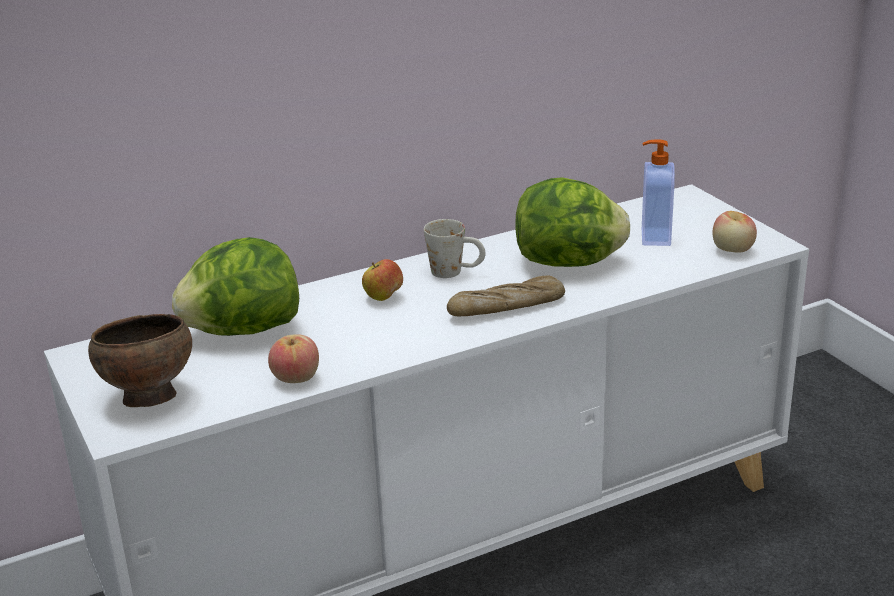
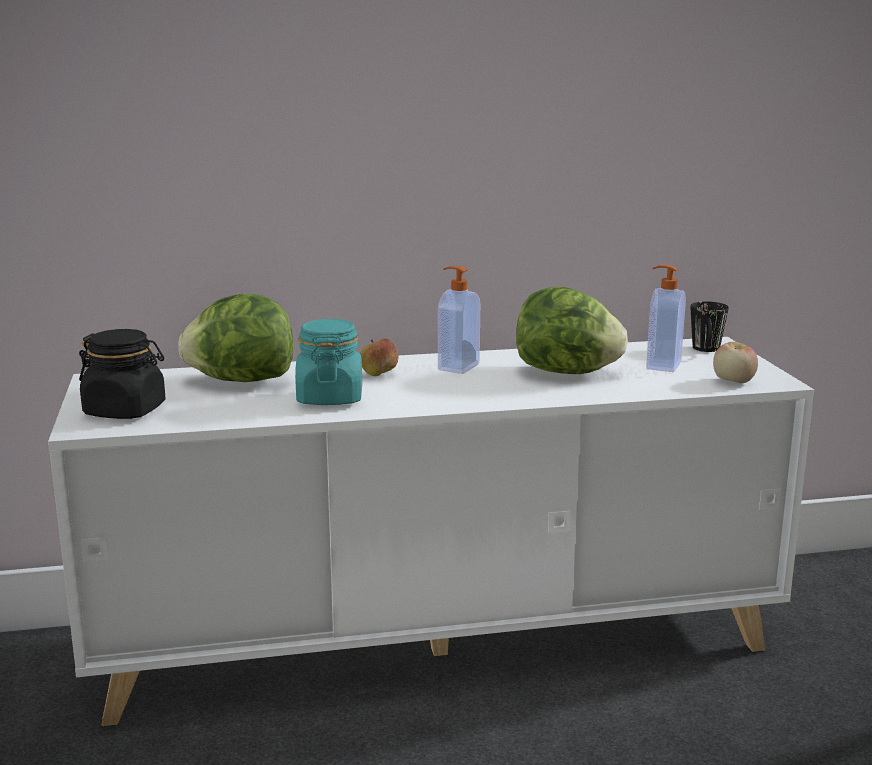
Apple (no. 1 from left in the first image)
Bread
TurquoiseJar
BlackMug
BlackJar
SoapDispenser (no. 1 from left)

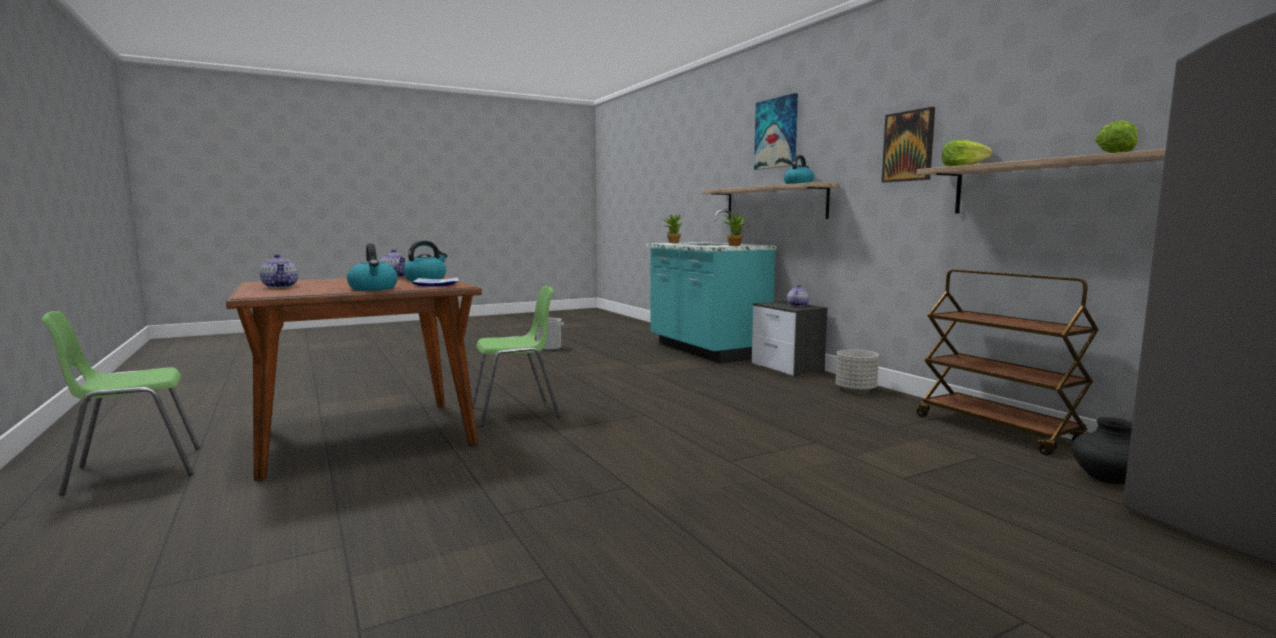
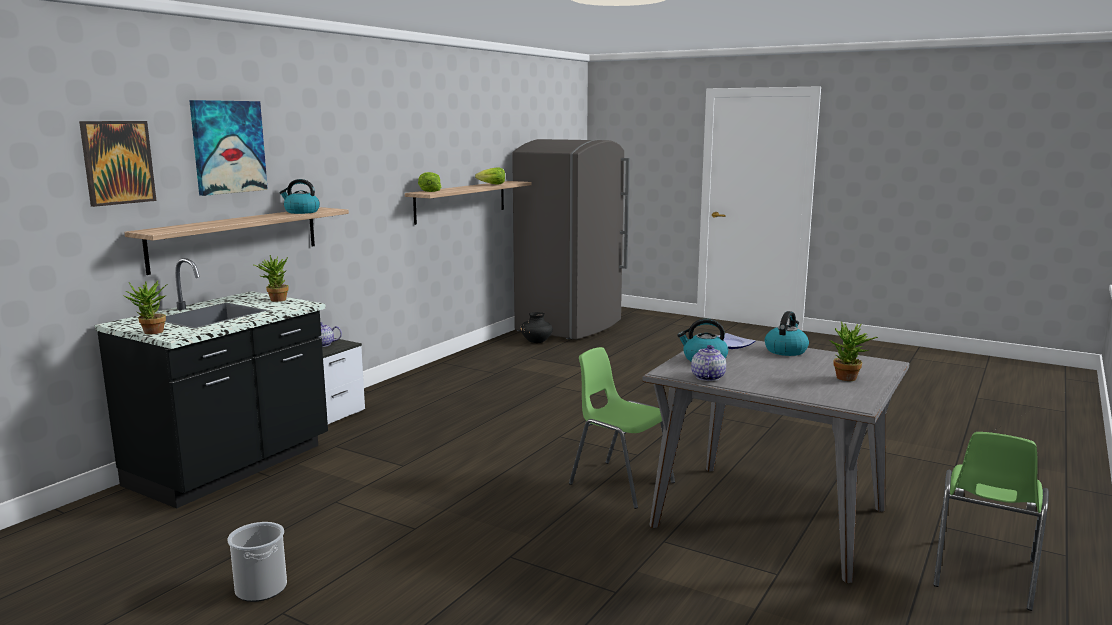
GreyPlanter
BrownCart
Picture (no. 1 from left)
PottedPlant (no. 3 from left)
GreyDiningTable
BlackCounter
GreenChair (no. 2 from left)

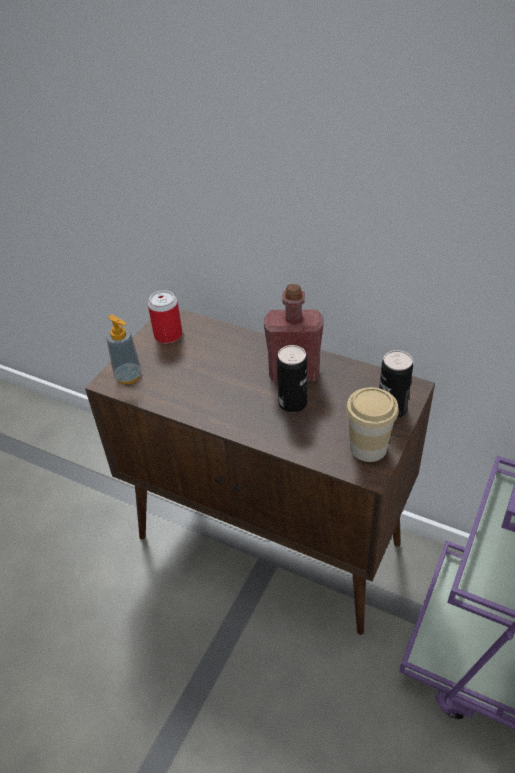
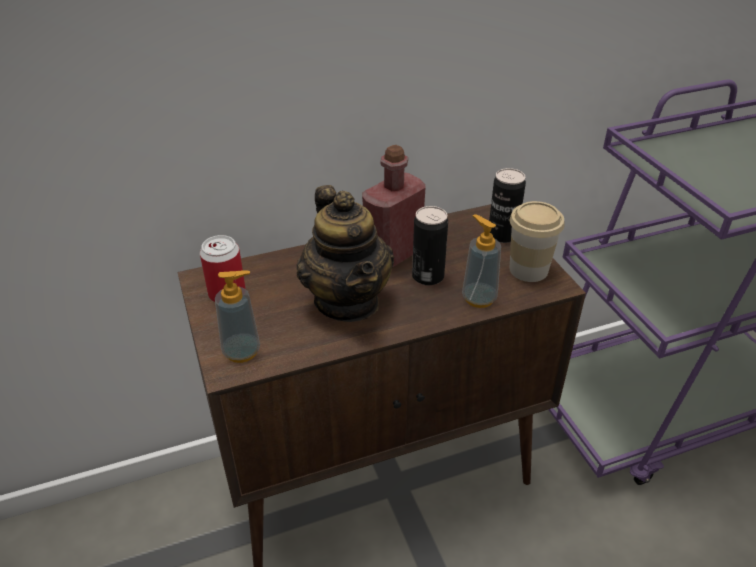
Teapot
SoapDispenser (no. 2 from left)

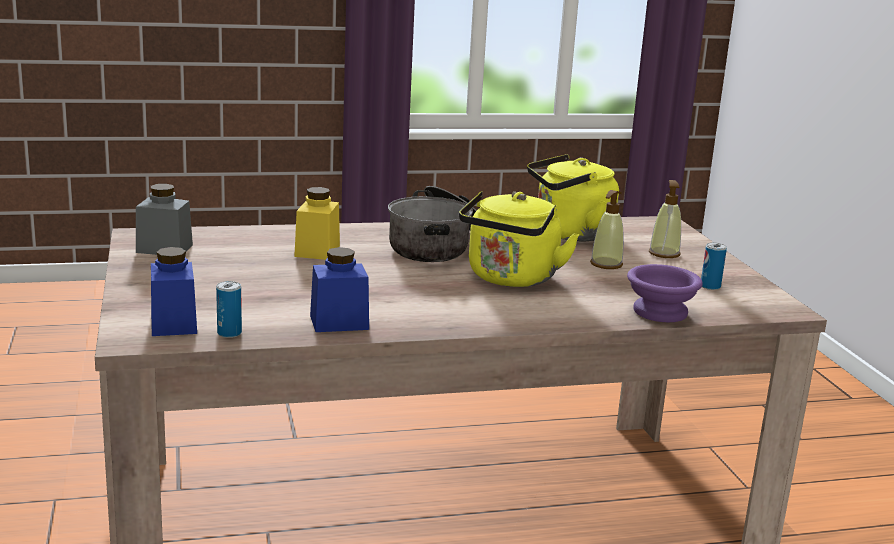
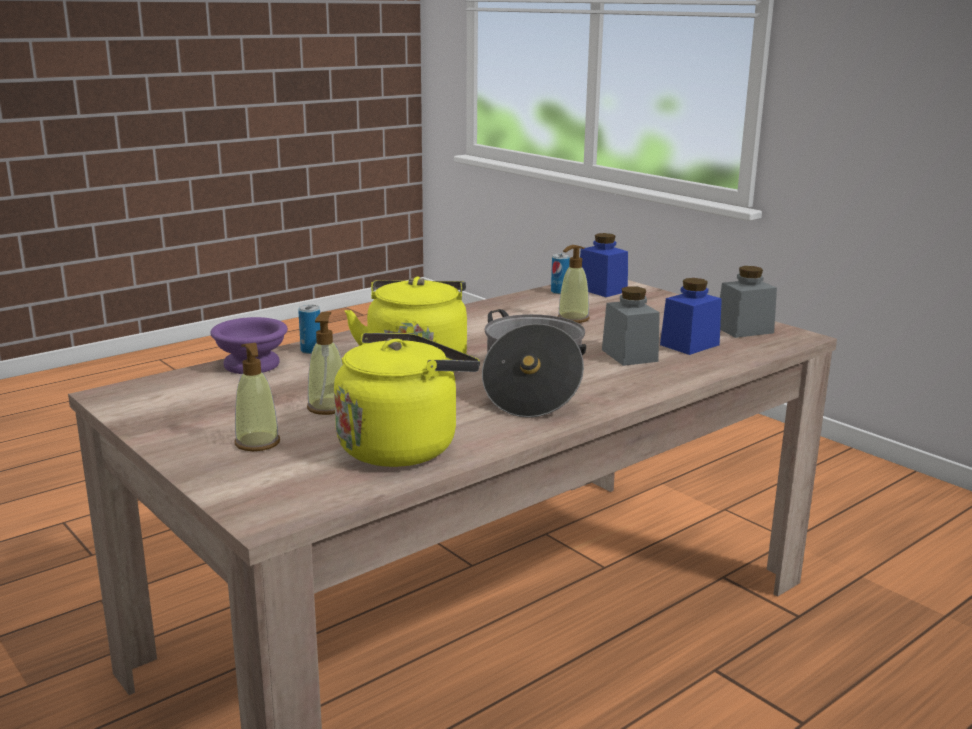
SoapDispenser (no. 3 from left)
BlueJar (no. 2 from left)
Can (no. 1 from left)
GreyJar (no. 1 from left)

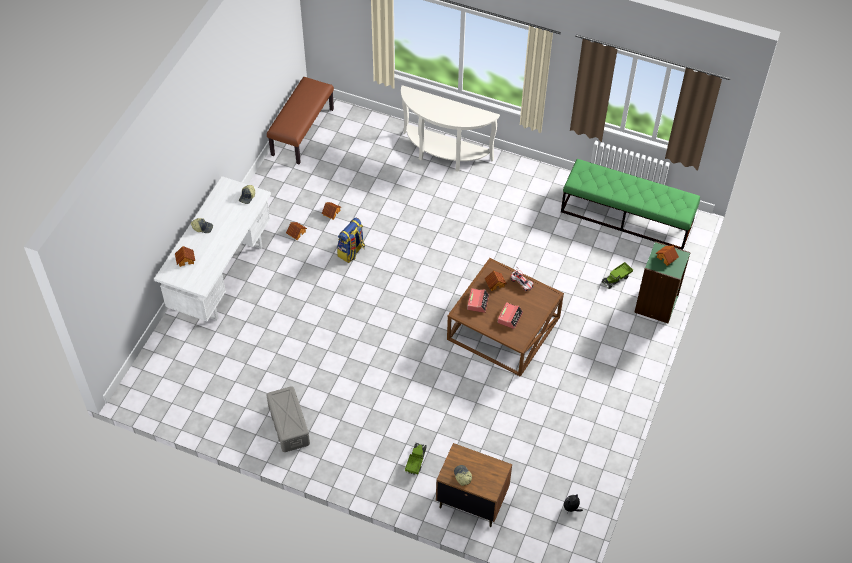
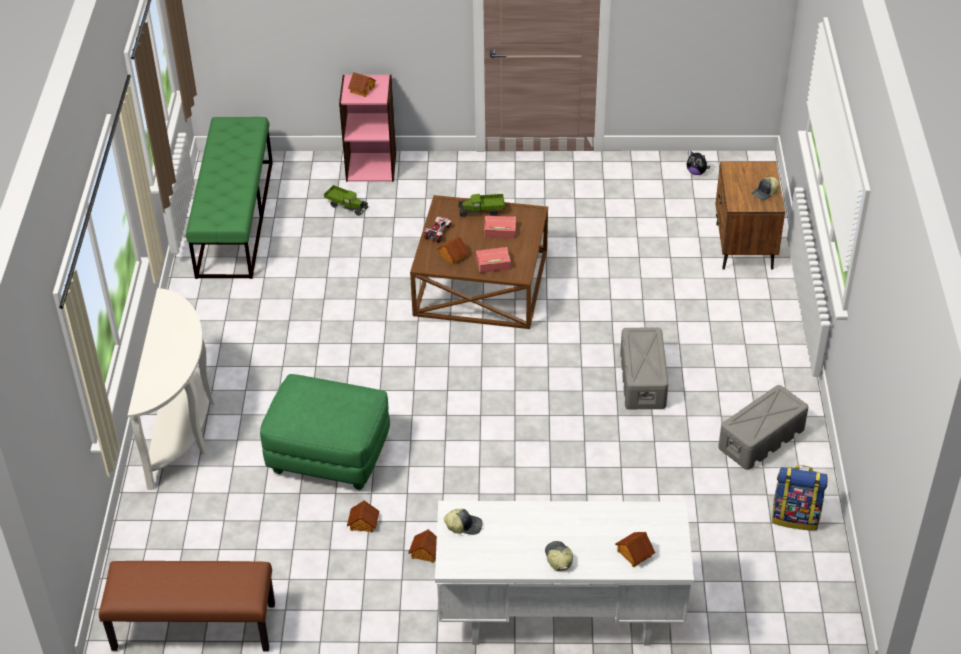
GreenOttoman
GreyStorageBox (no. 1 from left)
Backpack
ToyTruck (no. 2 from left)
PinkBookcase

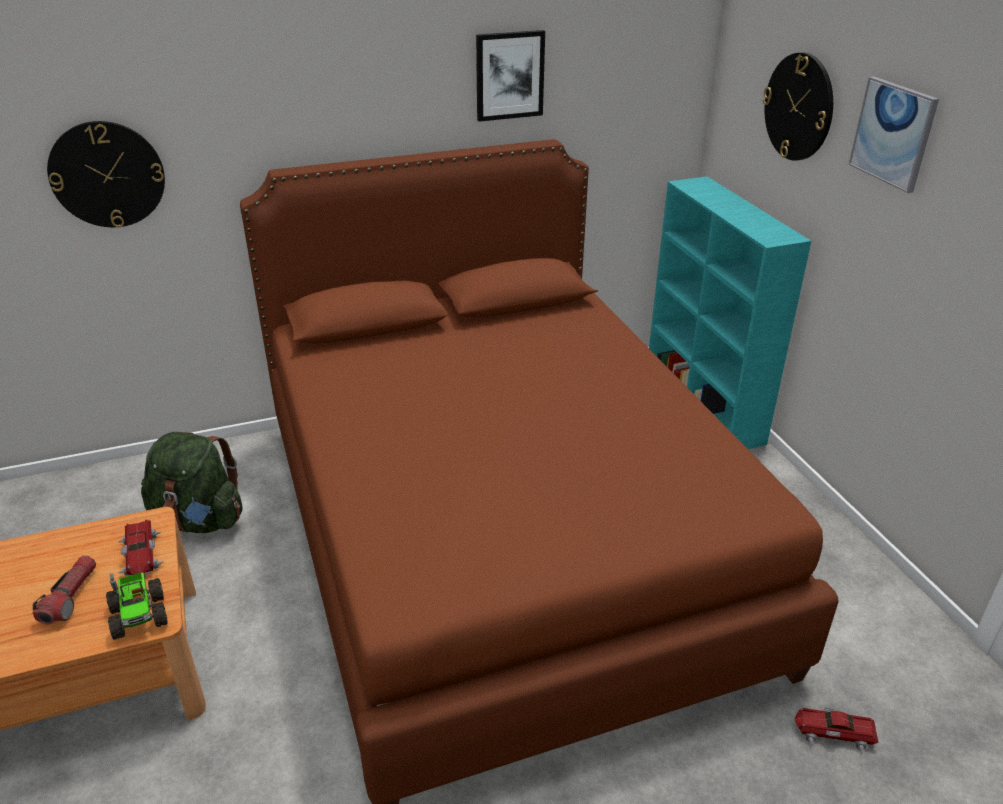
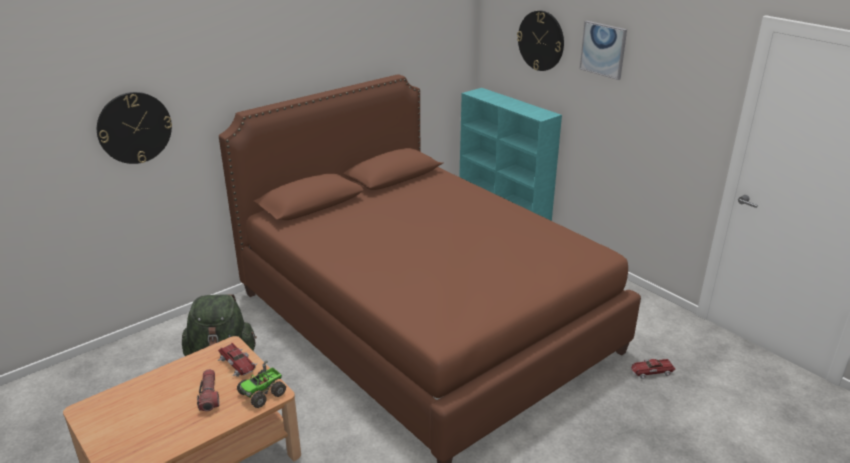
Picture (no. 1 from left in the first image)
ToyTruck

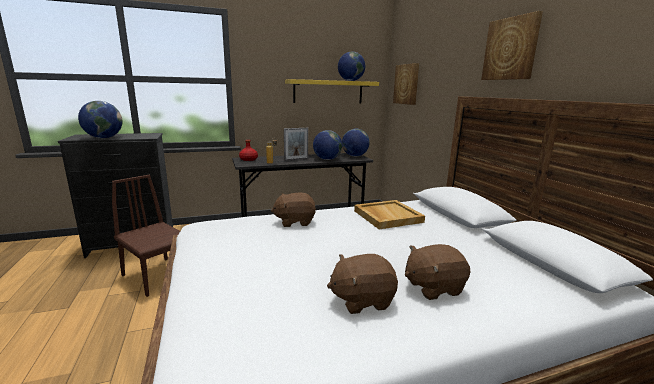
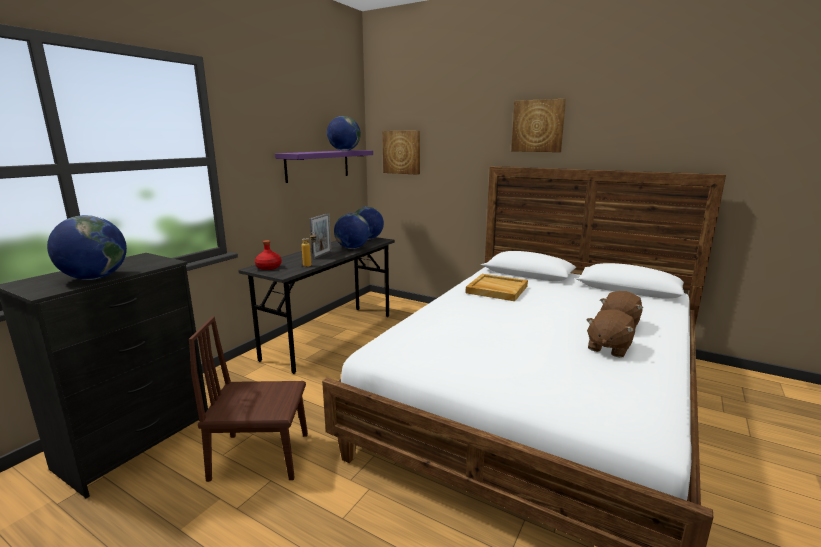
BrownPlushToy (no. 1 from left in the first image)
PurpleShelf

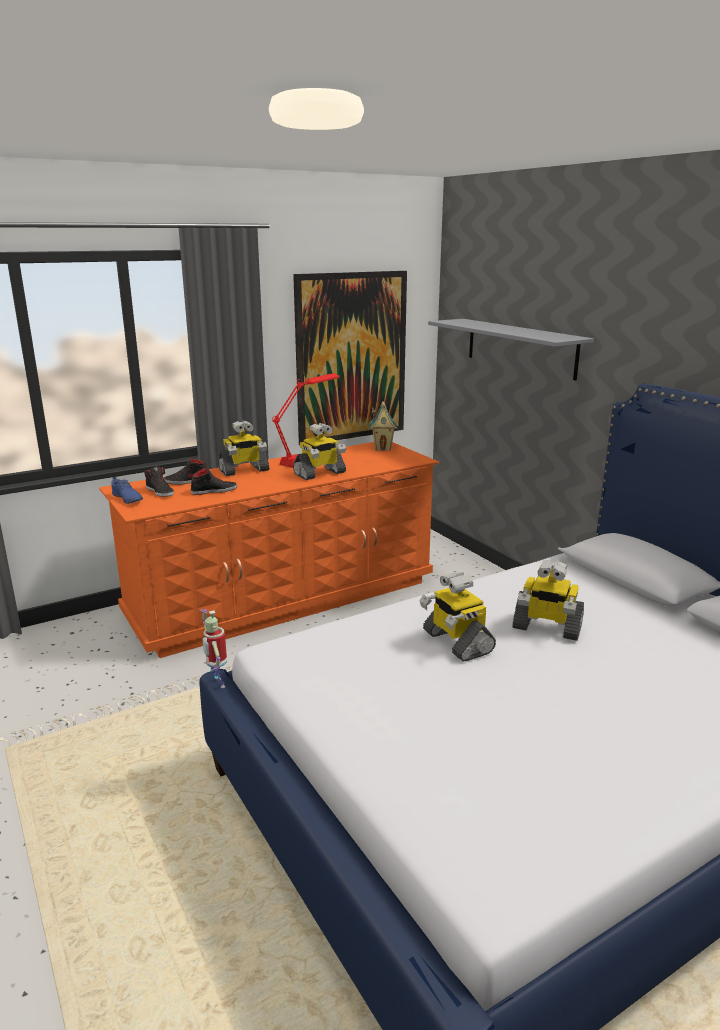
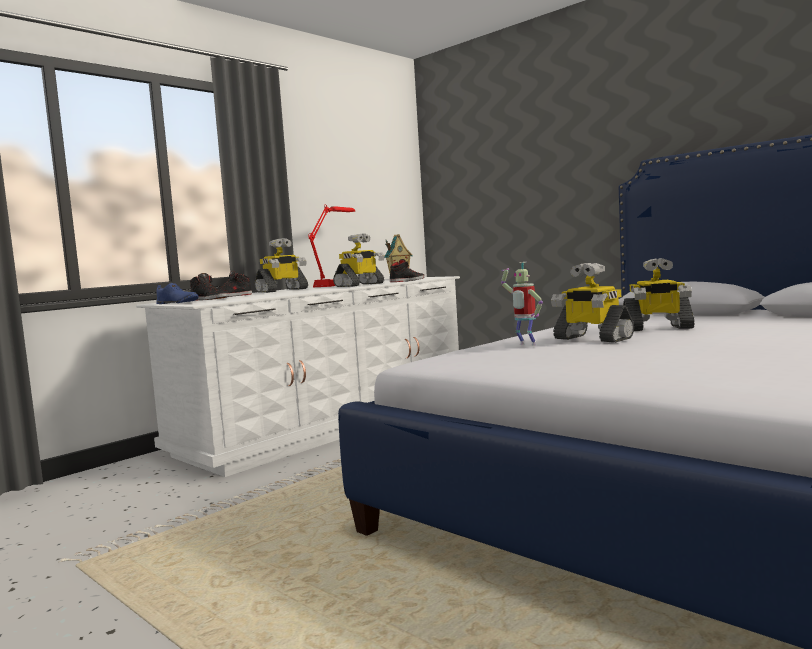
Picture
GreyShelf
BlackShoe (no. 3 from left)
ToyRobot (no. 3 from left)
WhiteDresser

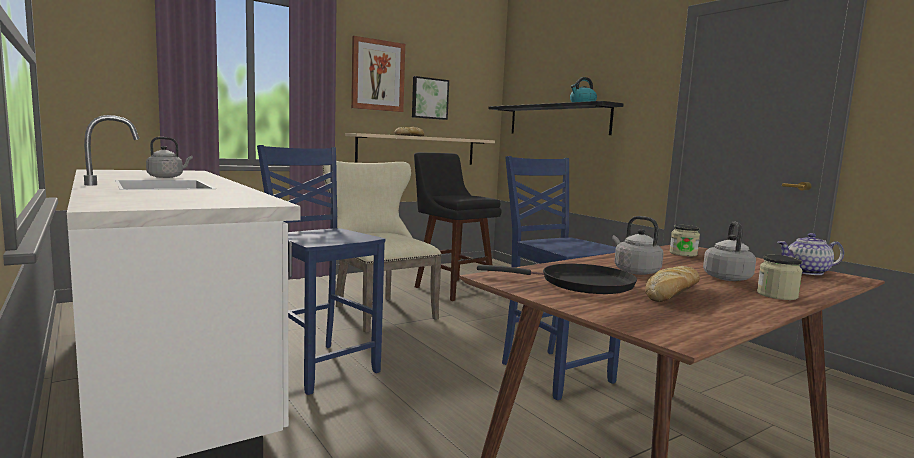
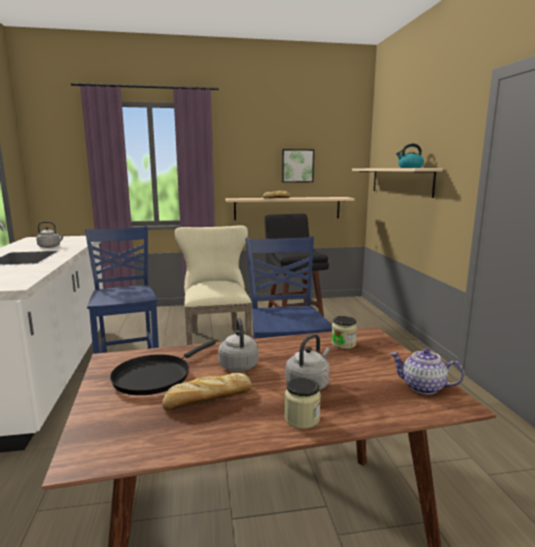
Picture (no. 1 from left in the first image)
BeigeShelf (no. 2 from left)
BlackFryingPan

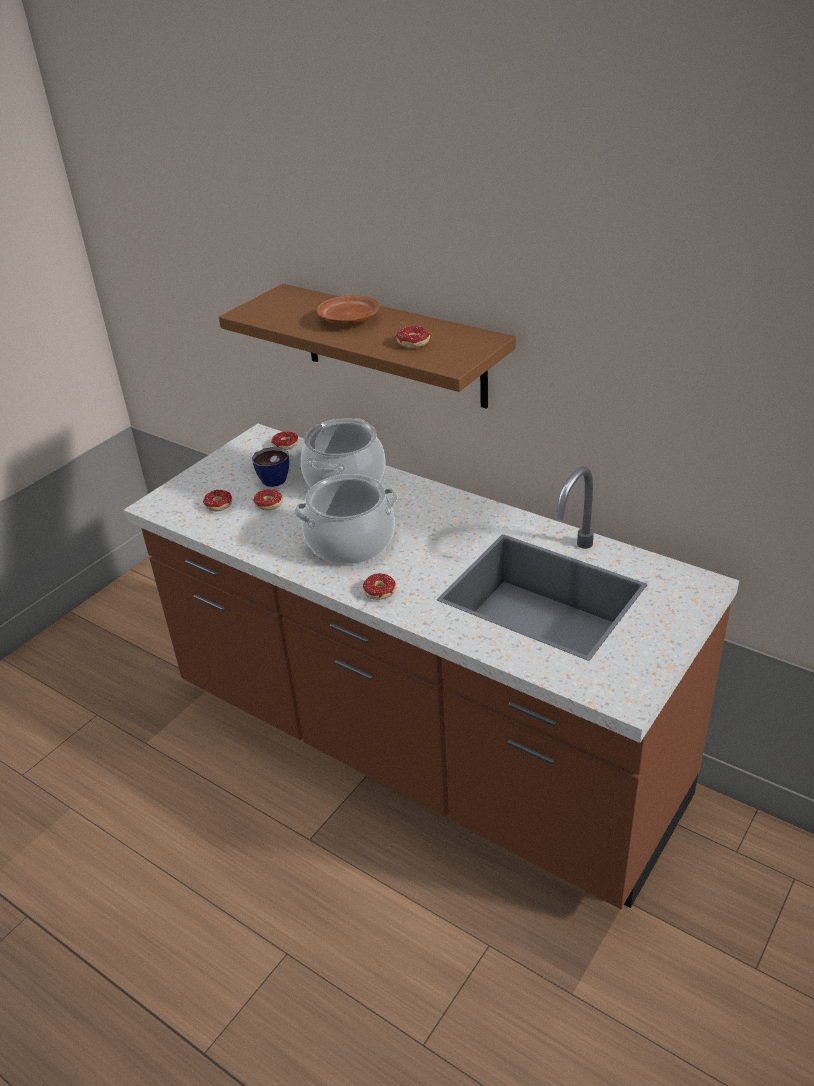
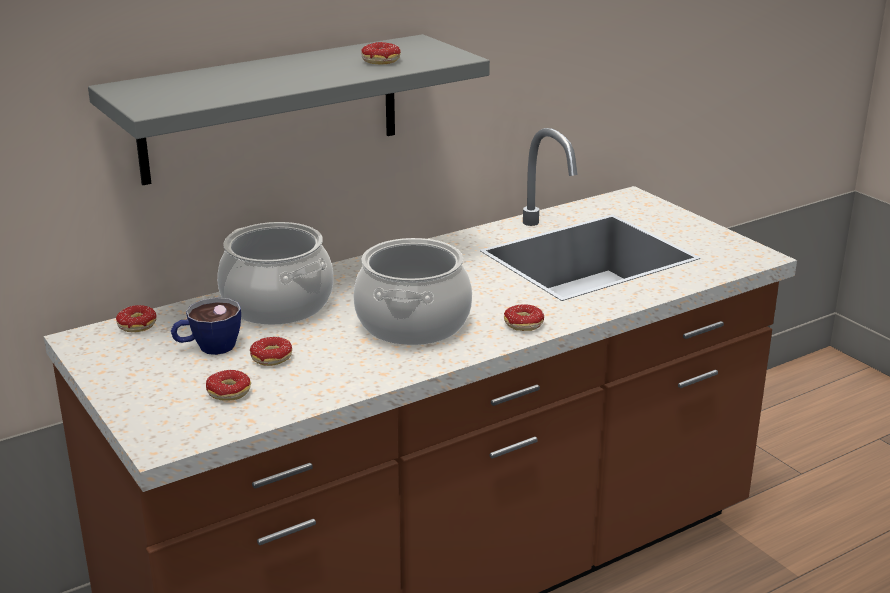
BrownPlate
GreyShelf

